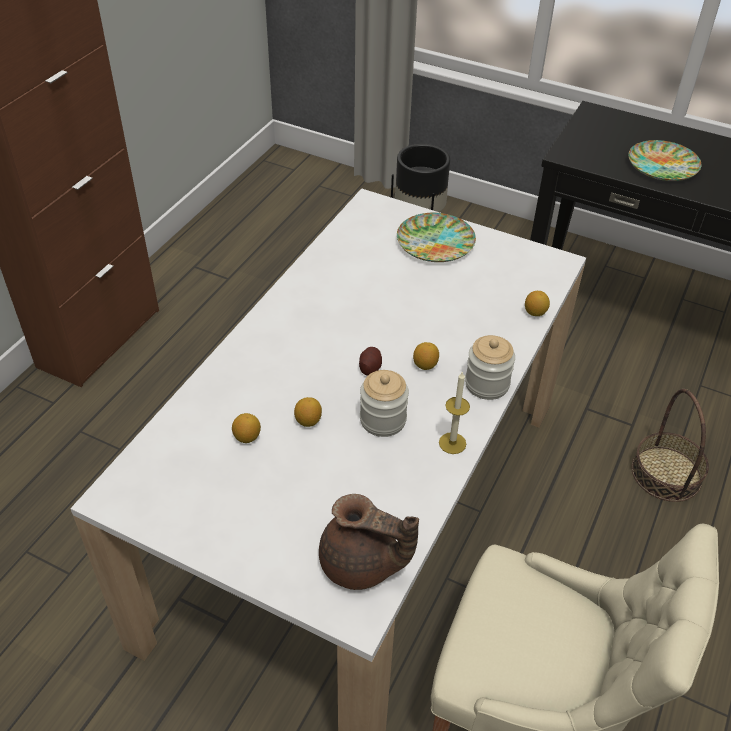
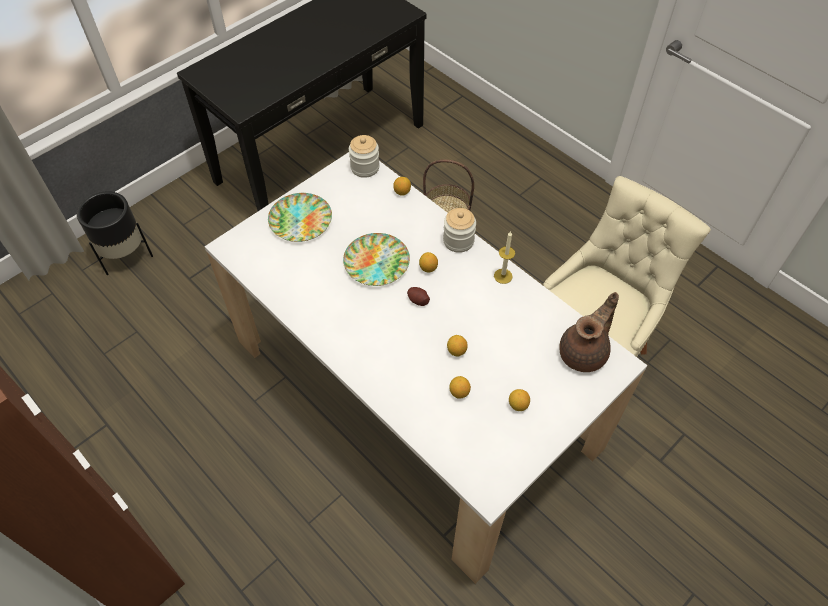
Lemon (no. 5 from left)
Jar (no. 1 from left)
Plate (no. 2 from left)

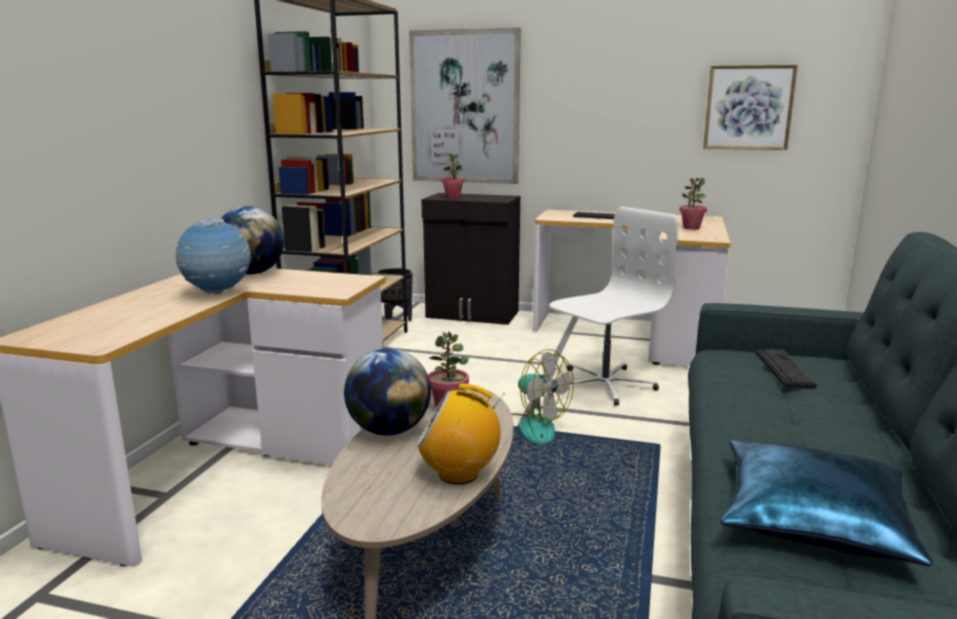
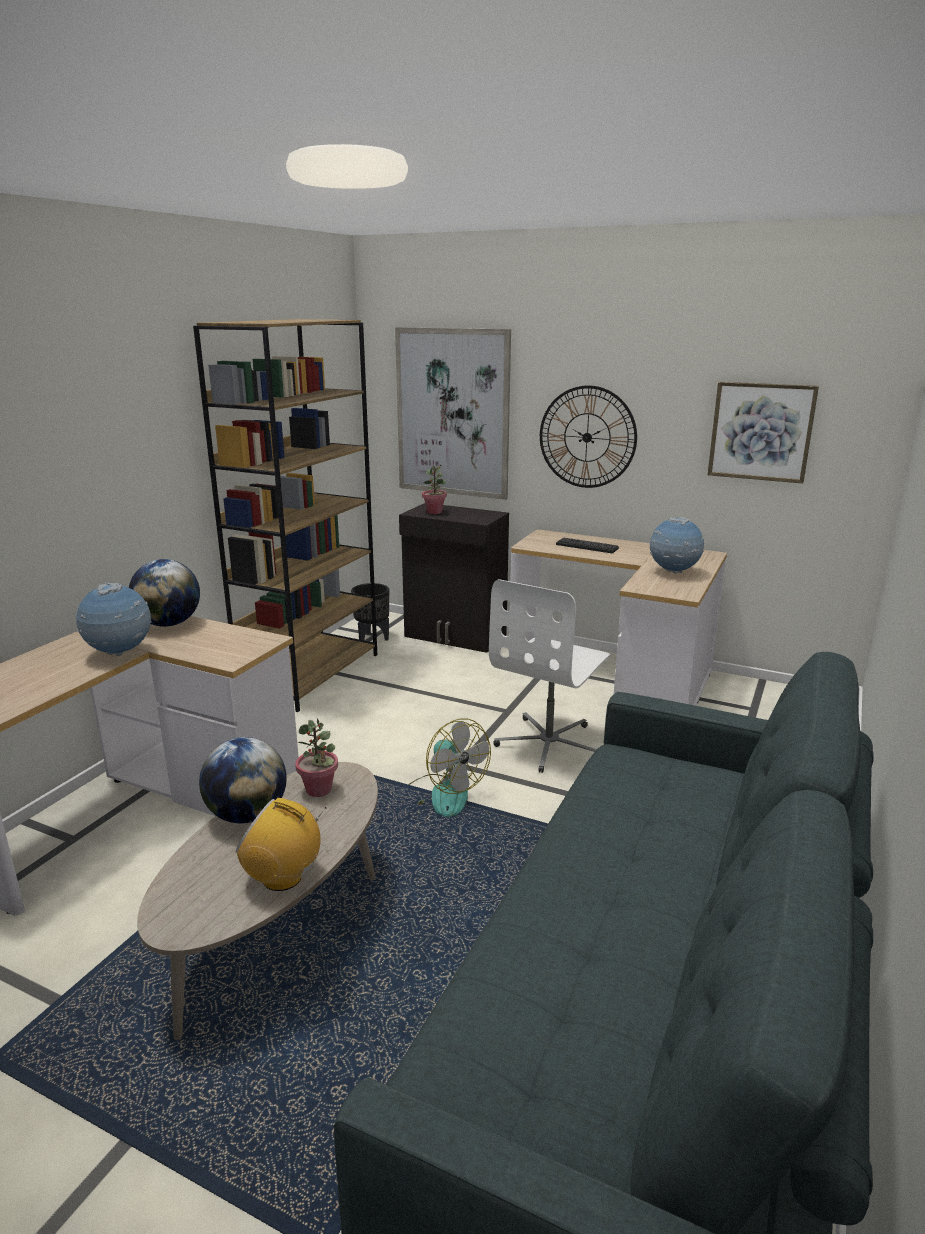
BluePillow
Keyboard (no. 2 from left in the first image)
WallClock
Globe (no. 4 from left)
WhiteOfficeChair

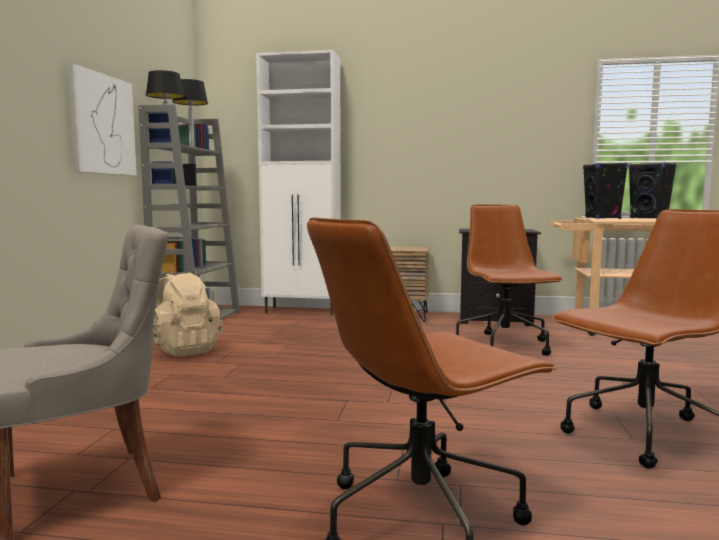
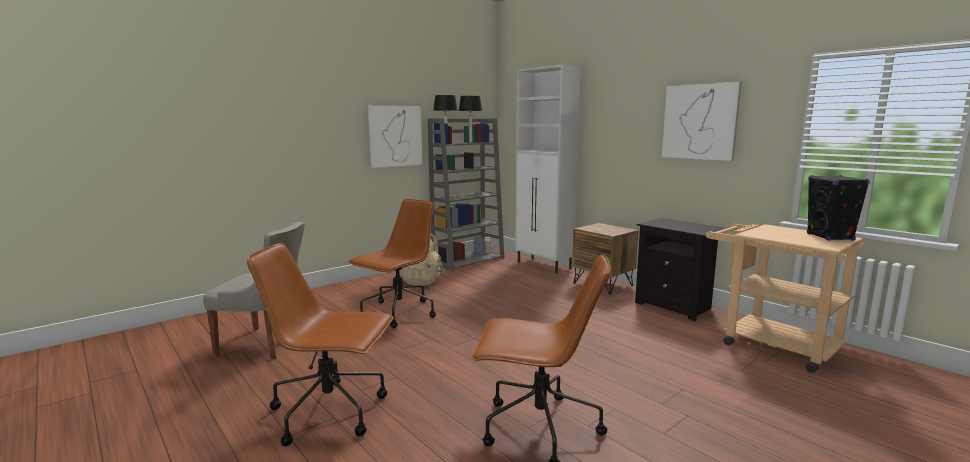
BlackSpeaker (no. 1 from left in the first image)
Picture (no. 2 from left)
BrownOfficeChair (no. 2 from left)

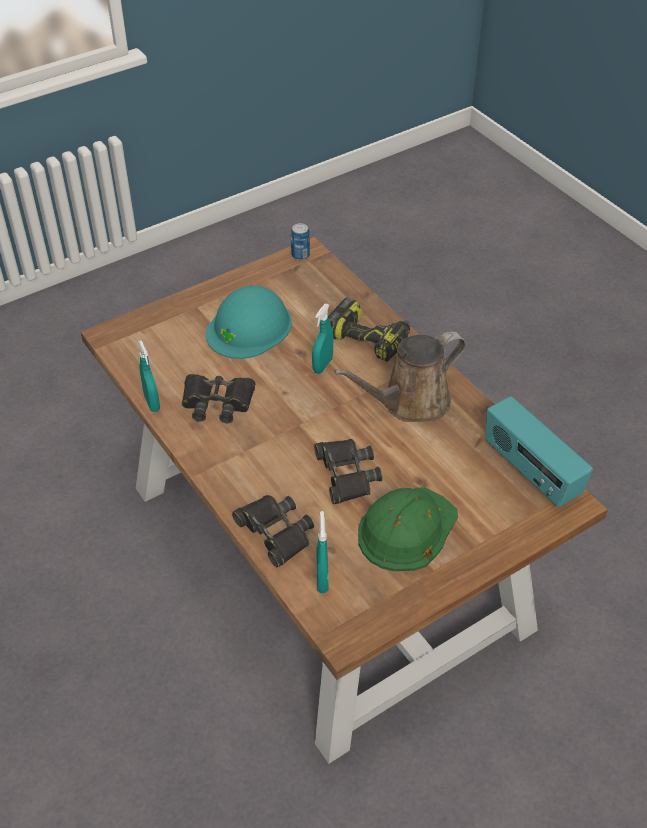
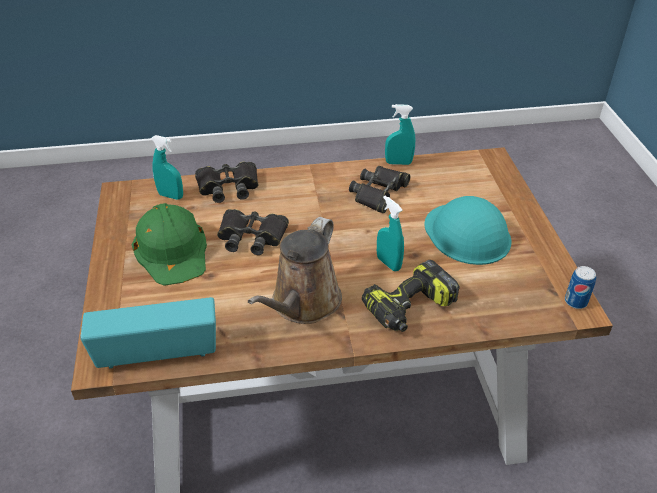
BrownWateringCan

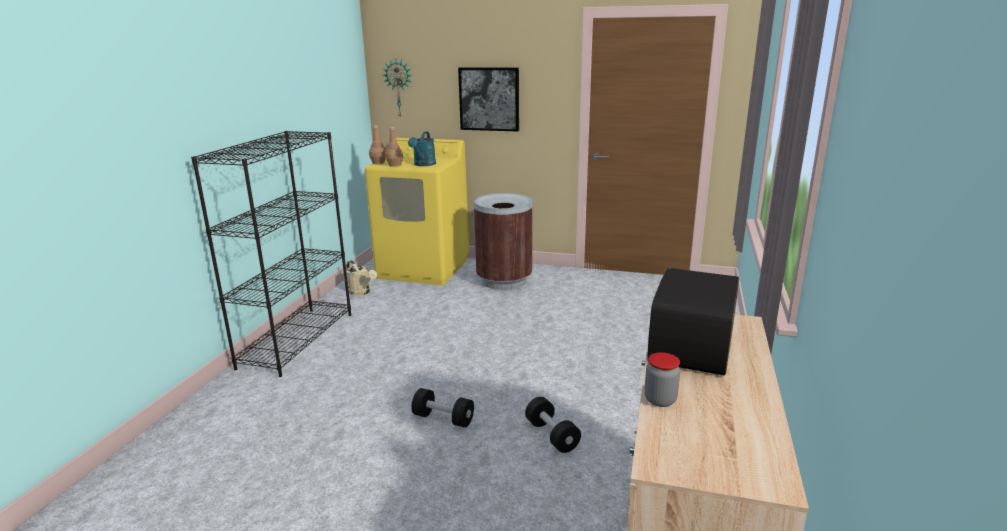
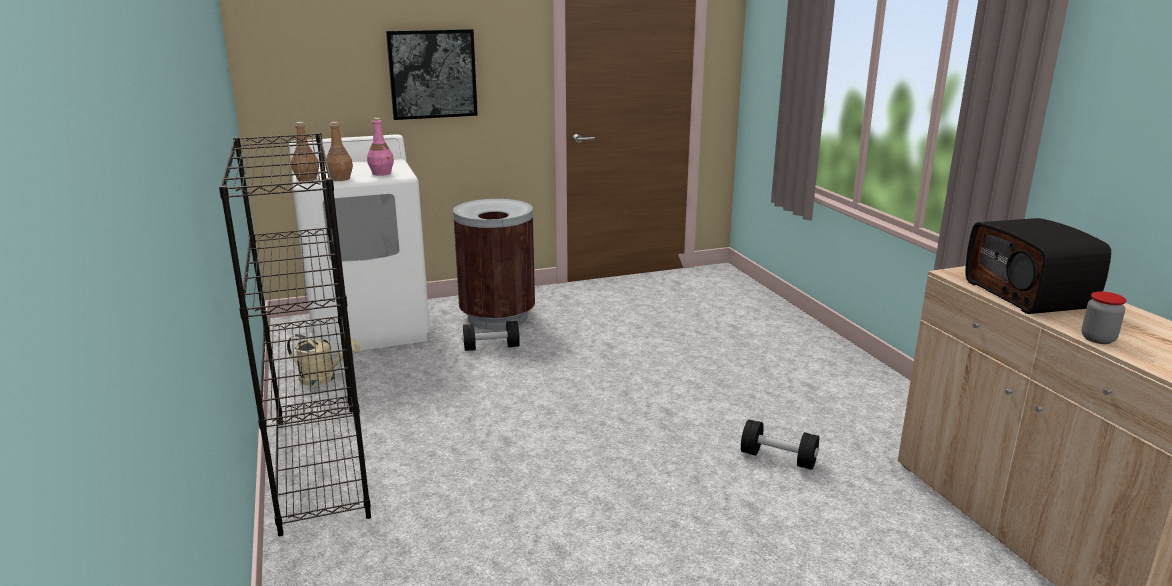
WallClock
BlackDumbbell (no. 1 from left)
PinkBottle
WhiteWashingMachine

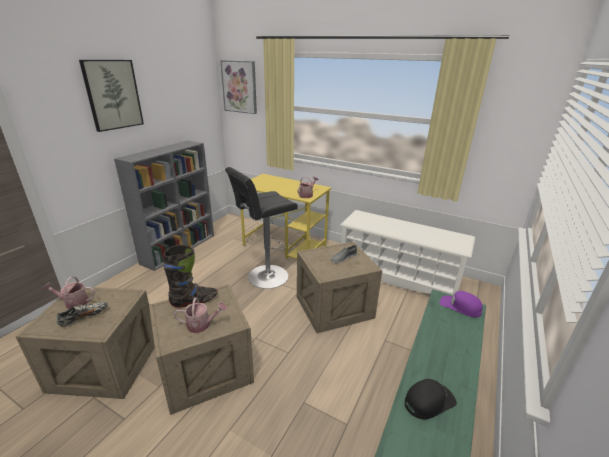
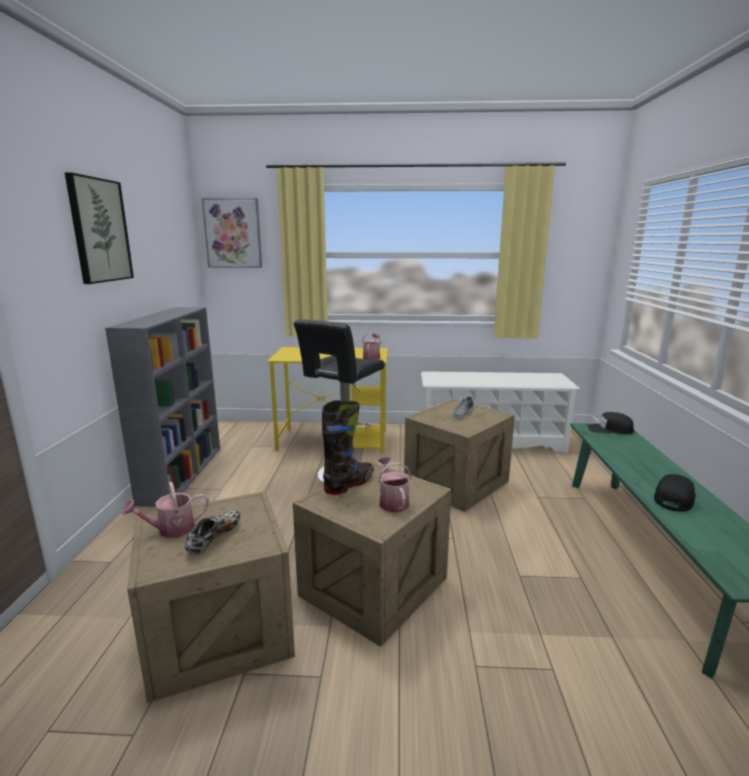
BlackCap (no. 1 from left)
WateringCan (no. 3 from left)

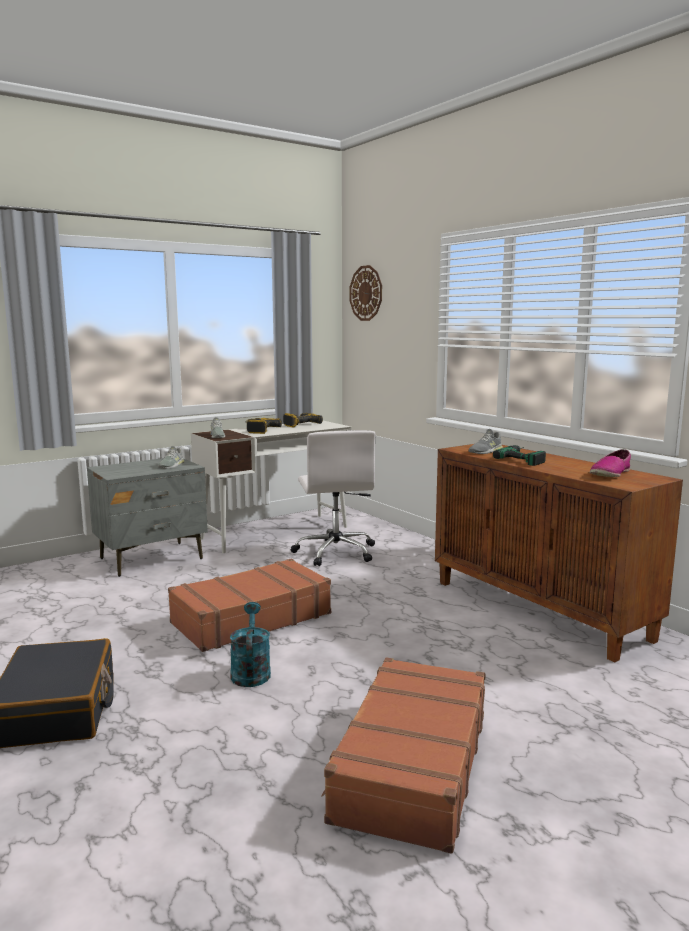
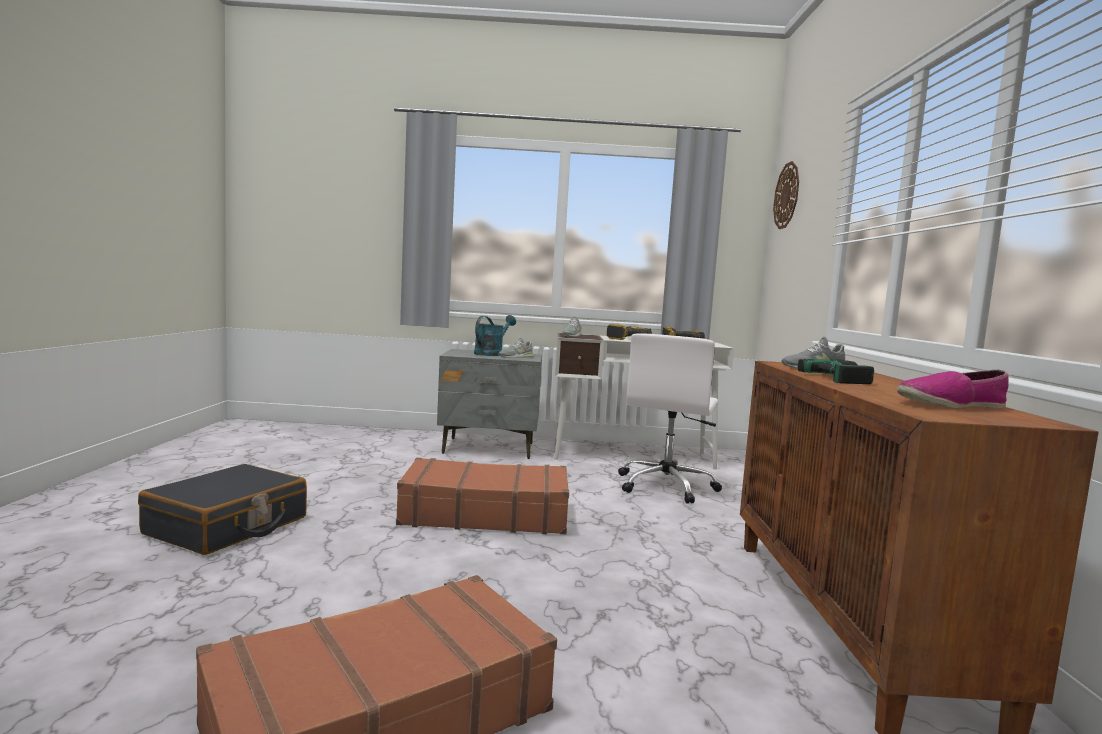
TurquoiseWateringCan

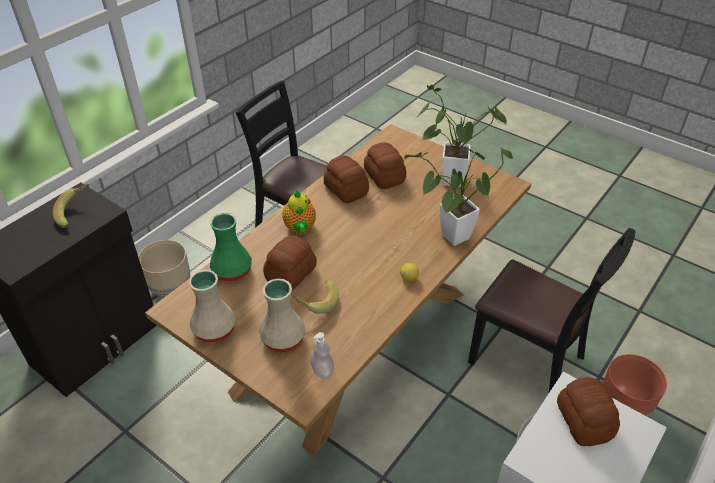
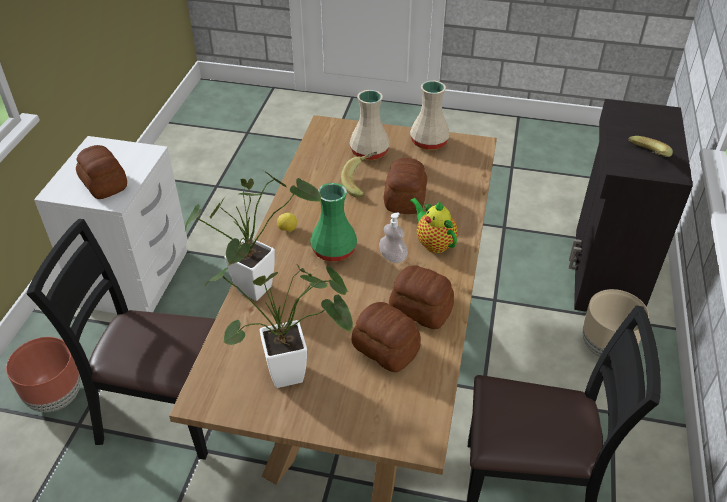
GreenVase
SoapDispenser

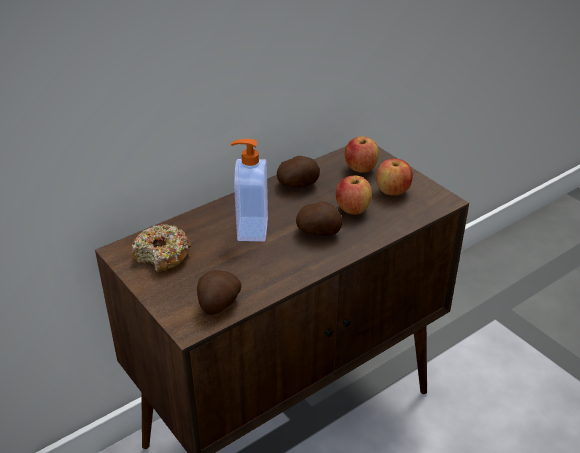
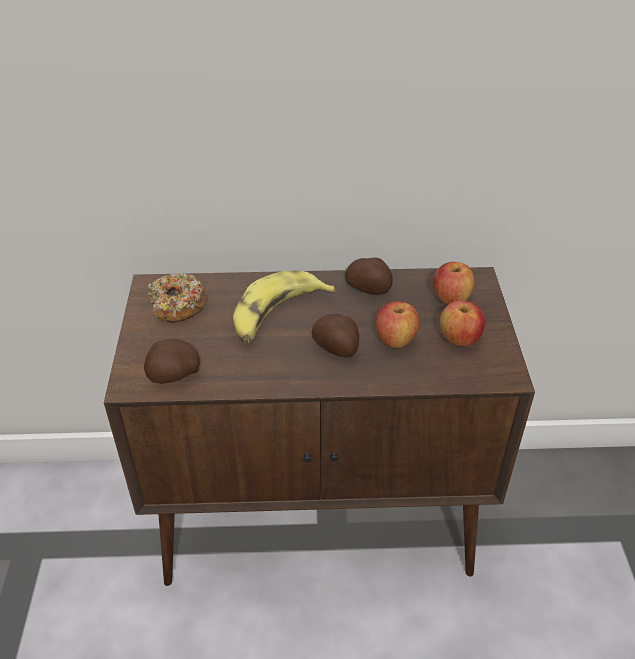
Banana

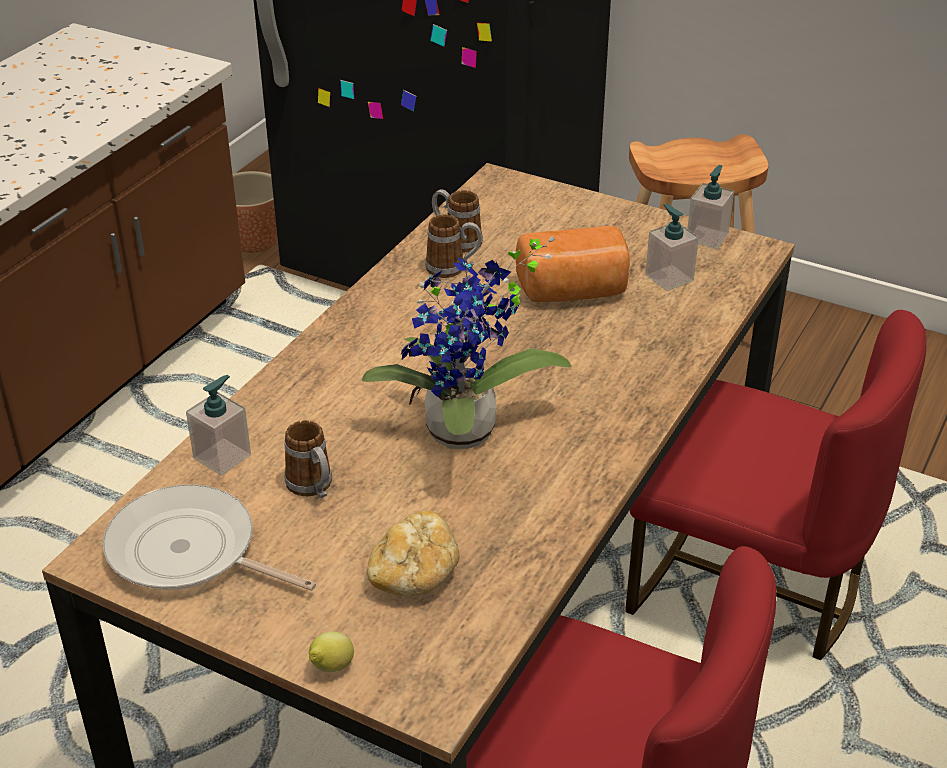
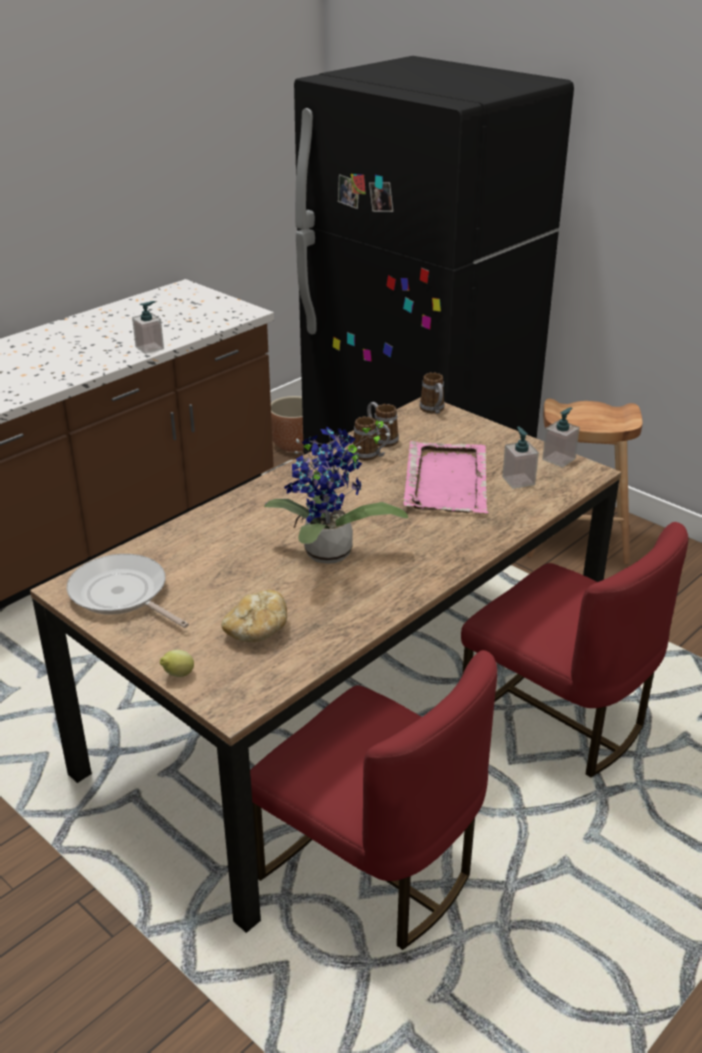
SoapDispenser (no. 1 from left)
Mug (no. 3 from left)
PinkTray

